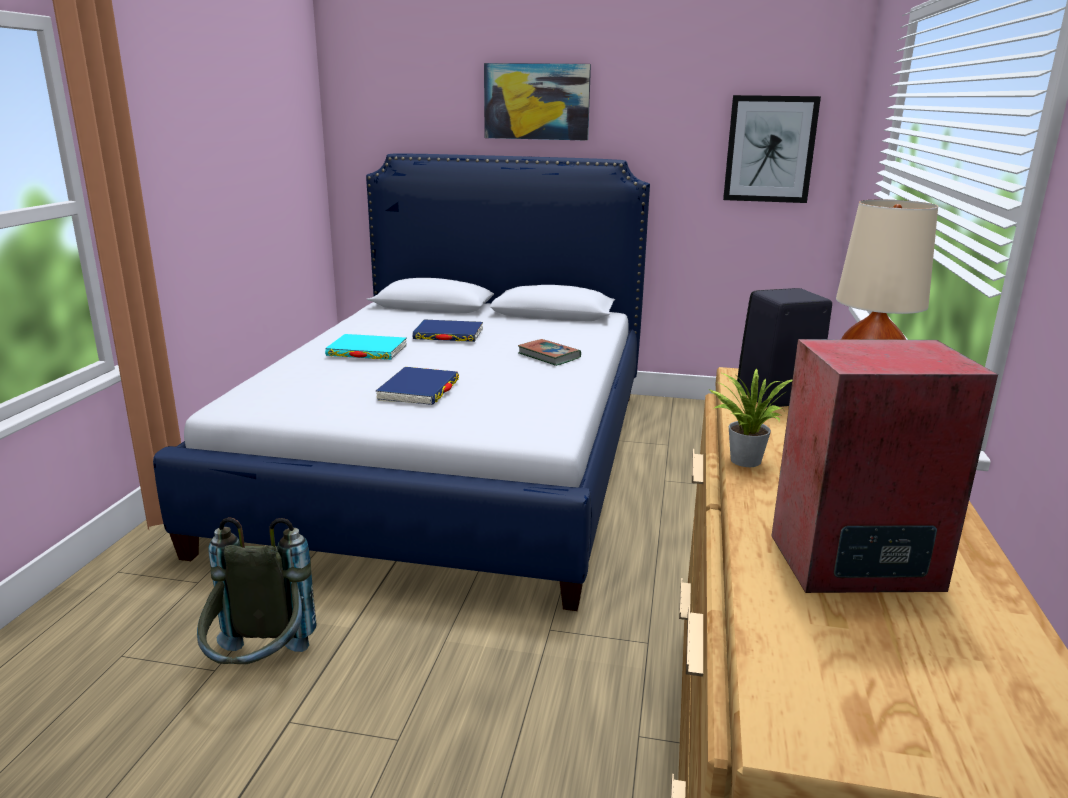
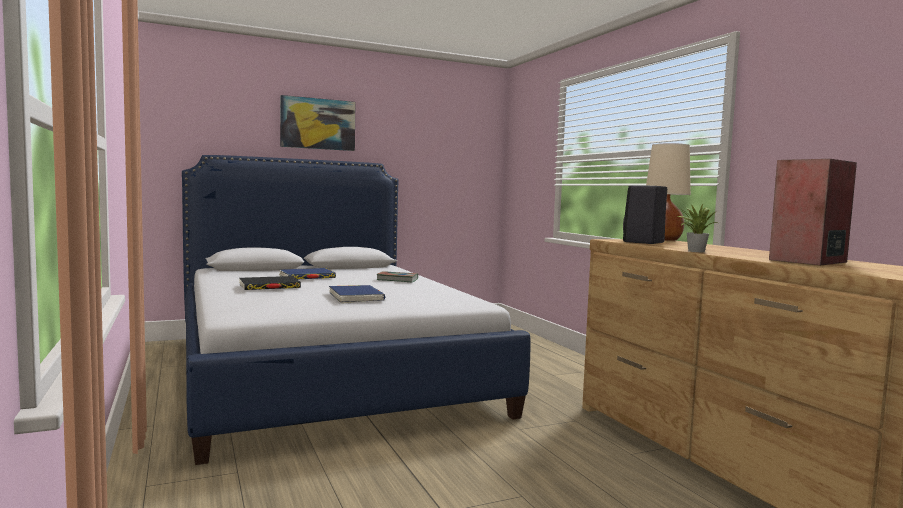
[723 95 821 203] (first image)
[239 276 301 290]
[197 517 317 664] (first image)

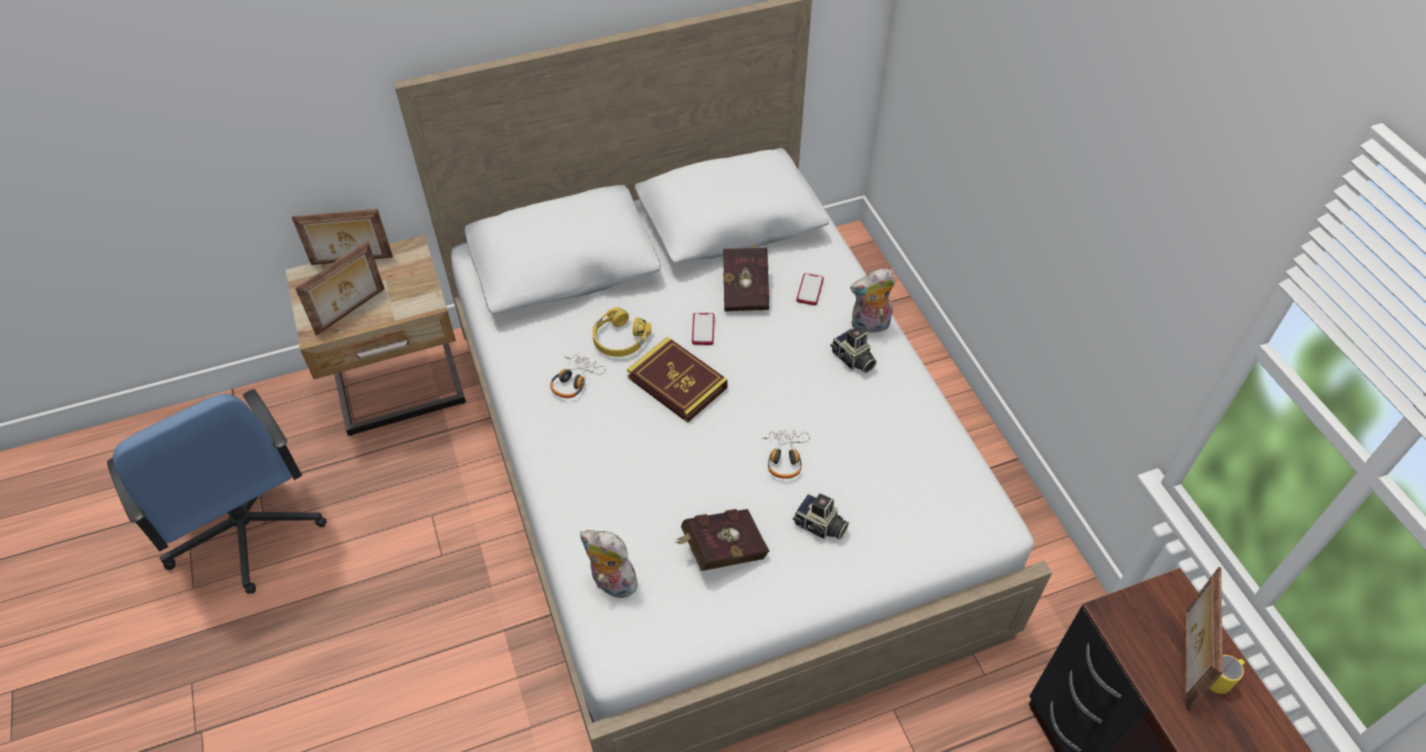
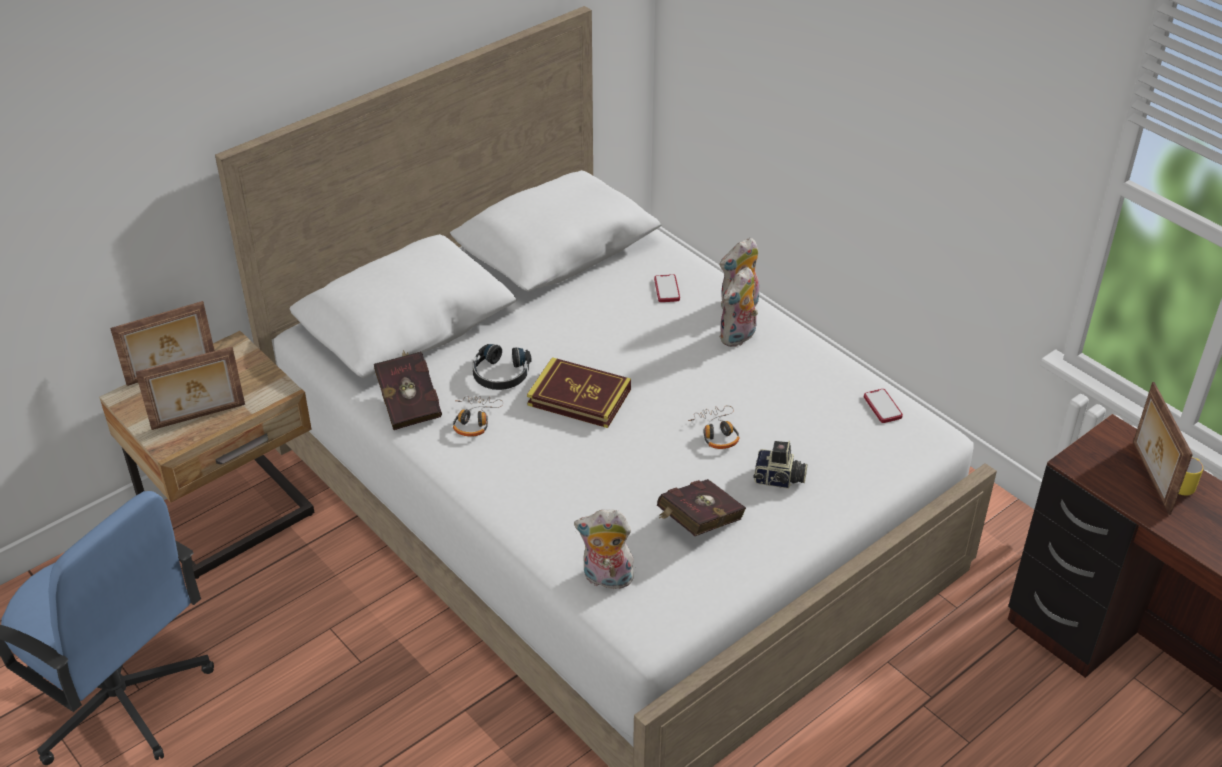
[136 347 245 430]
[374 350 442 430]
[472 344 532 390]
[864 389 903 423]
[719 267 758 347]

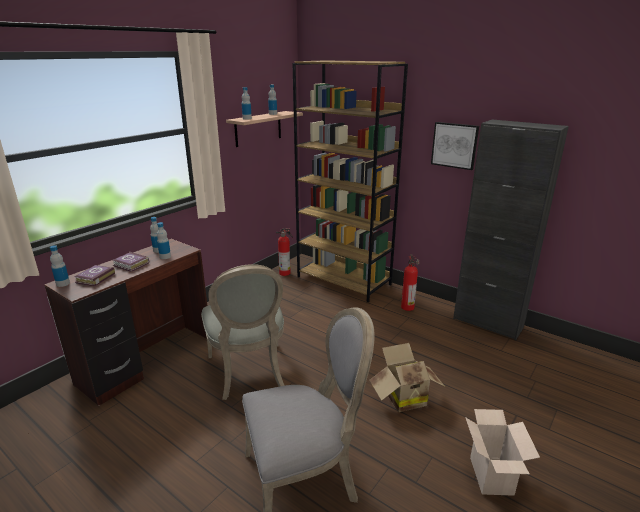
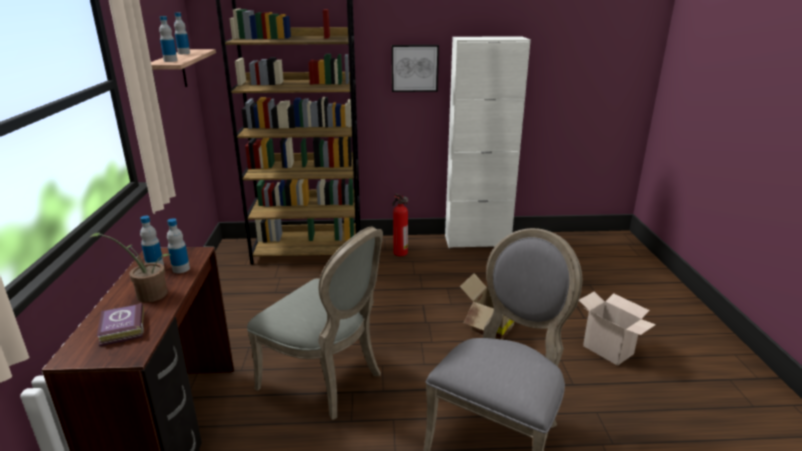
[445 36 531 248]
[276 228 293 276] (first image)
[50 245 70 287] (first image)
[90 233 171 302]

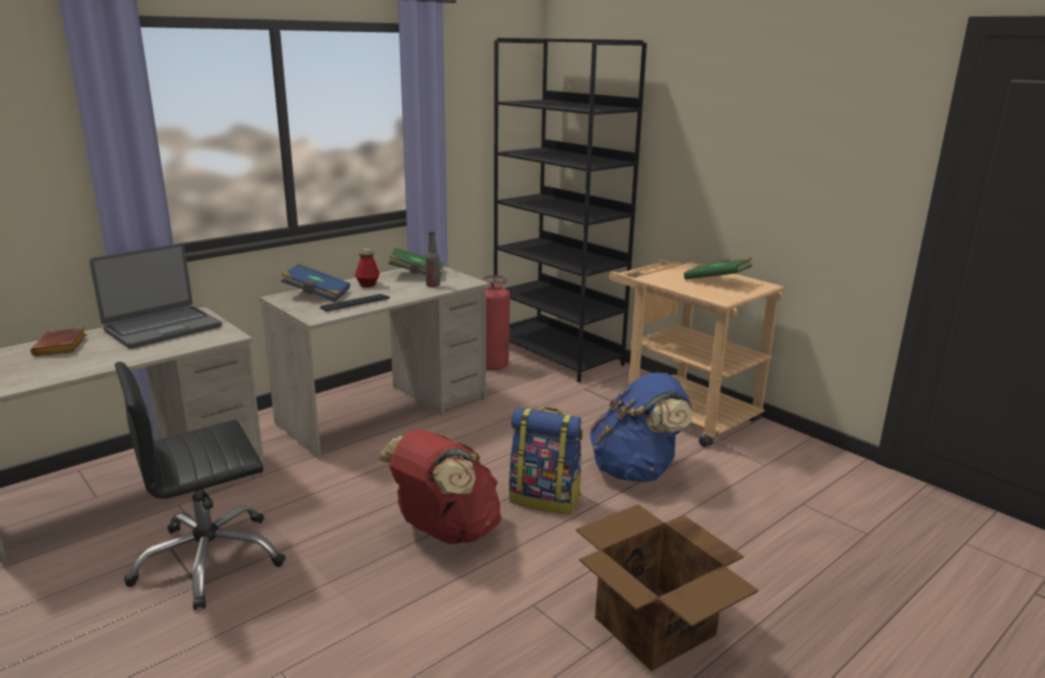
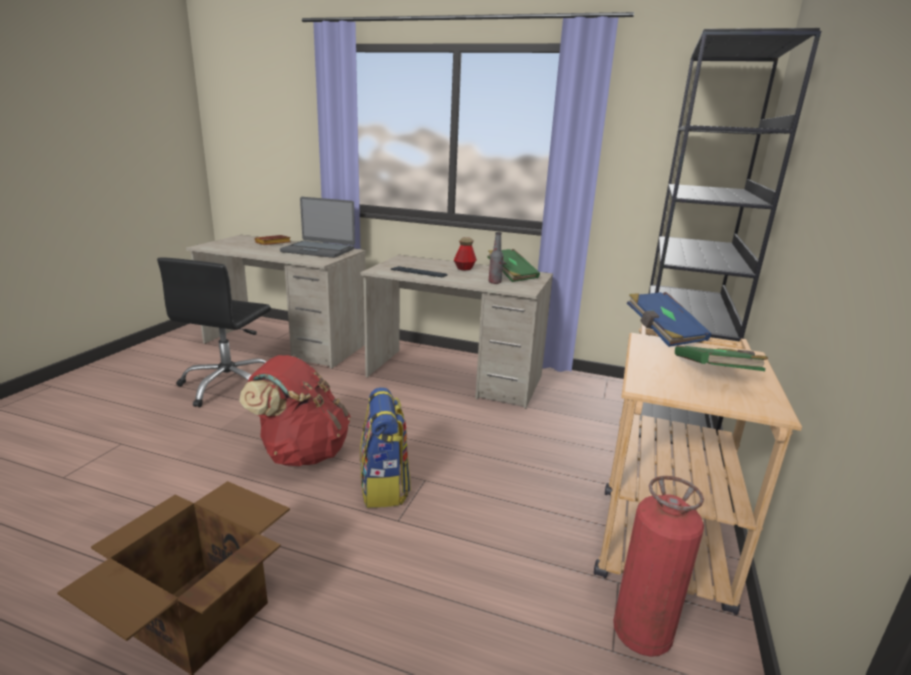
[627 292 711 347]
[613 476 704 657]
[157 257 271 407]
[590 372 692 482] (first image)

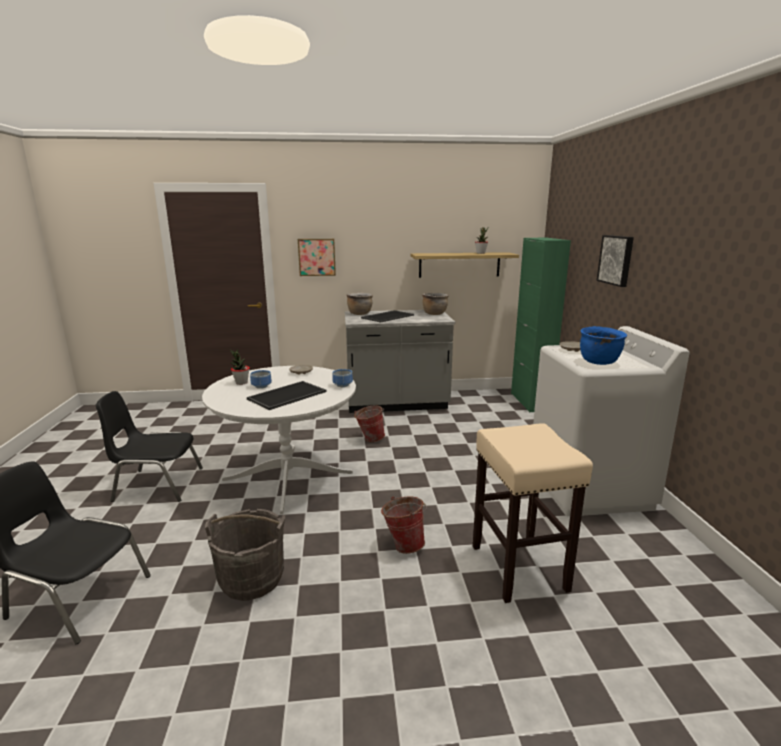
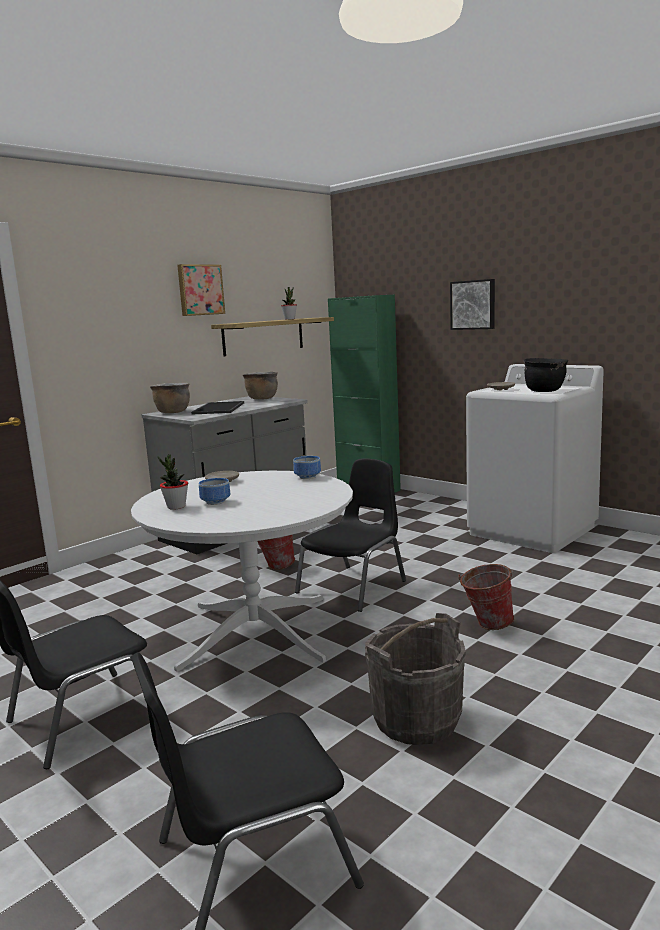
[177 264 225 316]
[523 358 568 392]
[247 381 326 410] (first image)
[473 423 593 603] (first image)
[295 459 406 612]

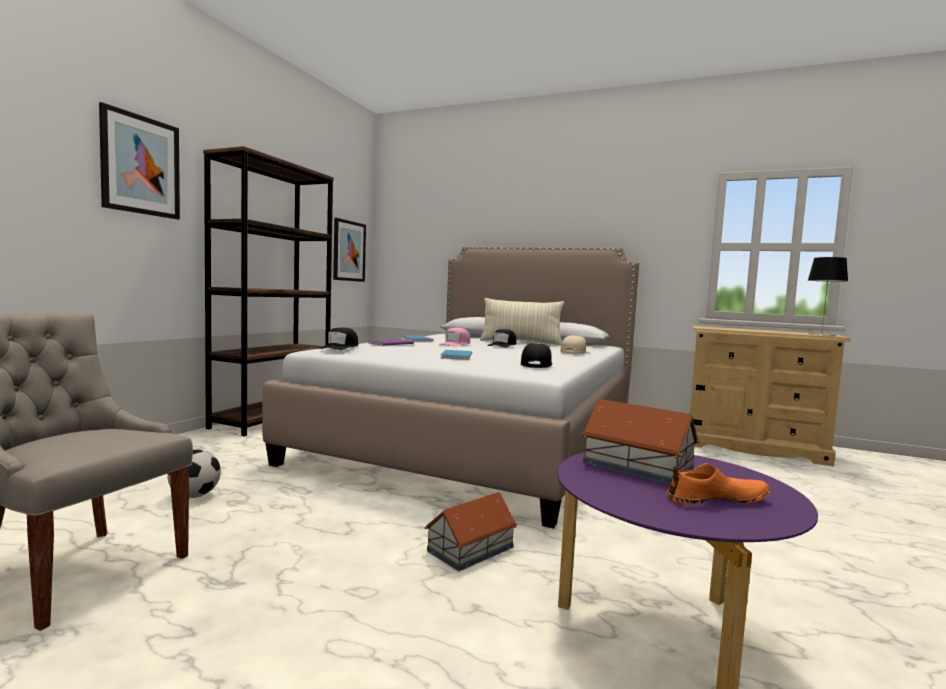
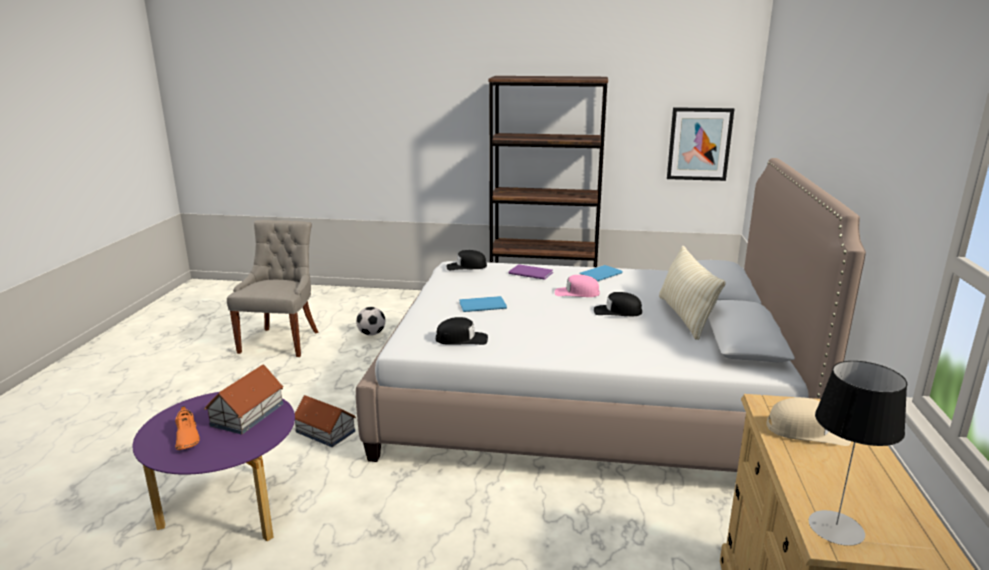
[99 102 180 219] (first image)
[766 397 851 446]

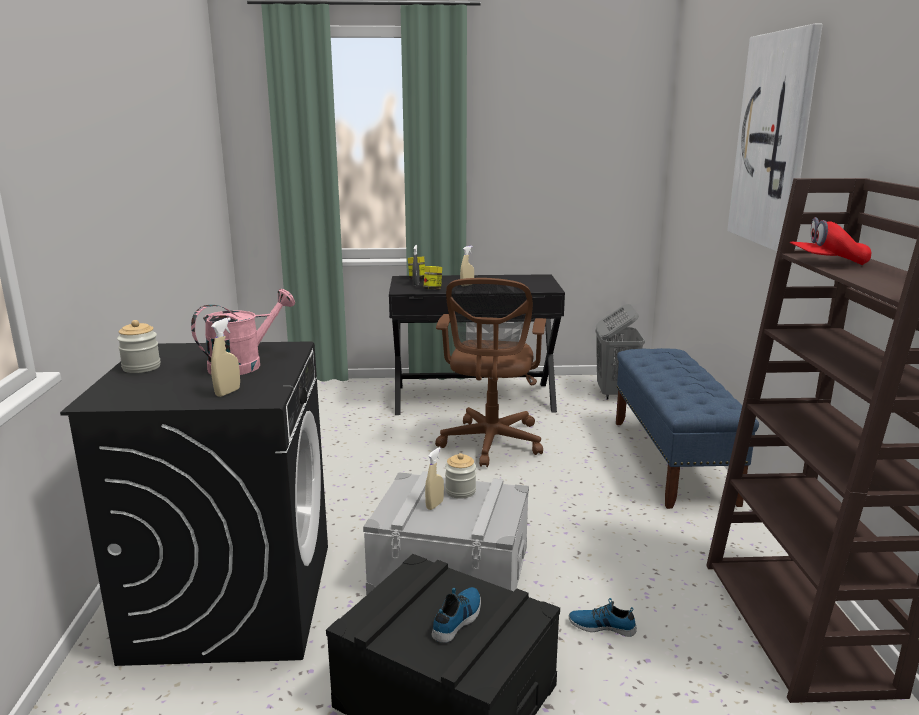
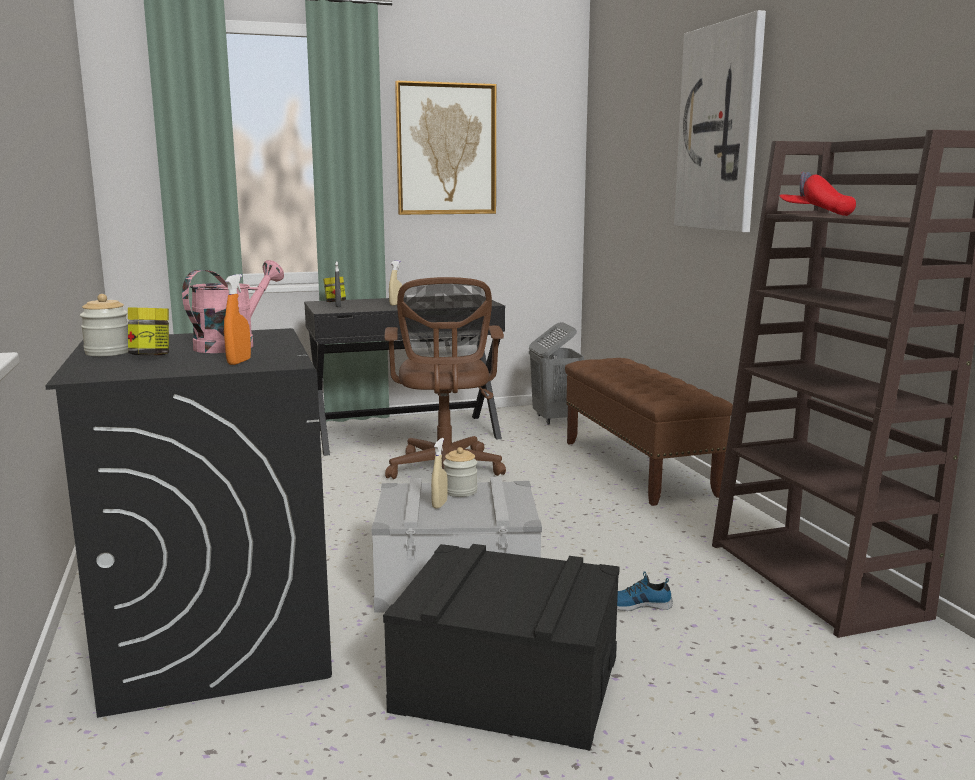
[779 172 856 216]
[128 308 169 355]
[224 274 251 365]
[565 358 733 506]
[432 587 481 643] (first image)
[395 81 496 215]

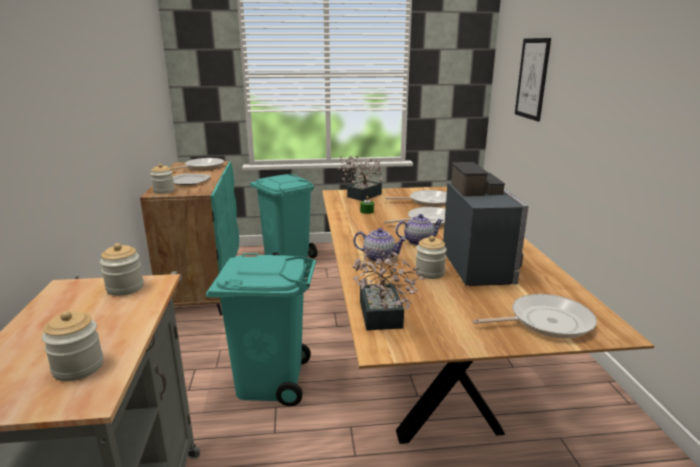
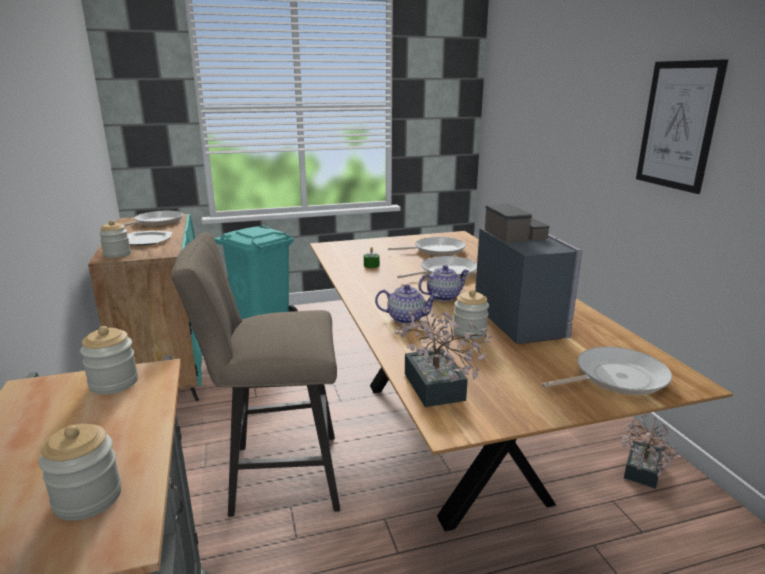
[636 59 728 194]
[621 415 681 489]
[172 232 340 517]

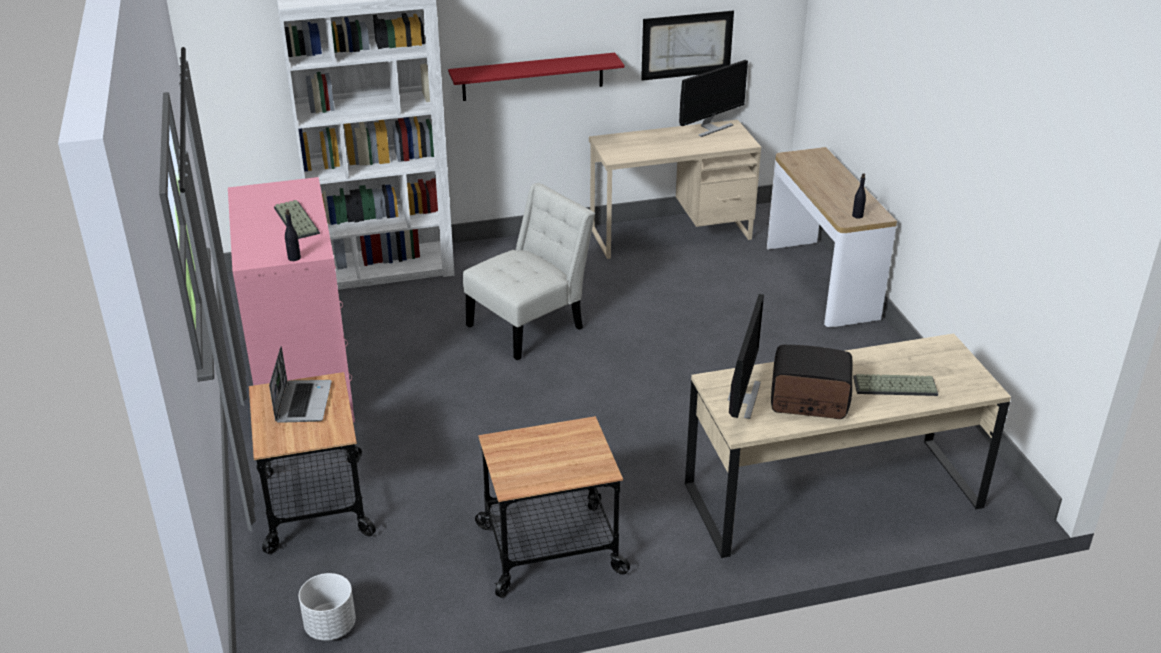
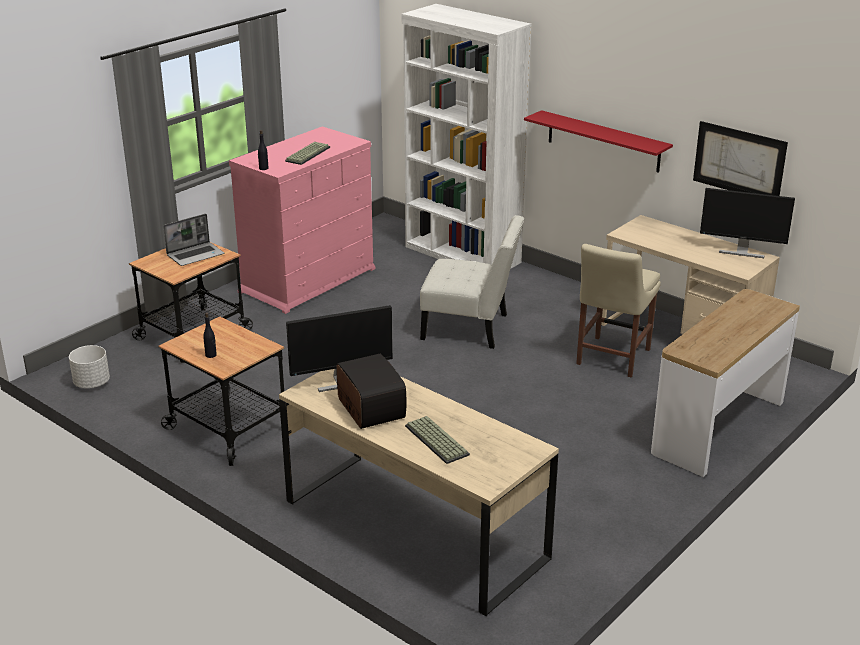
[203 313 217 358]
[576 244 661 378]

